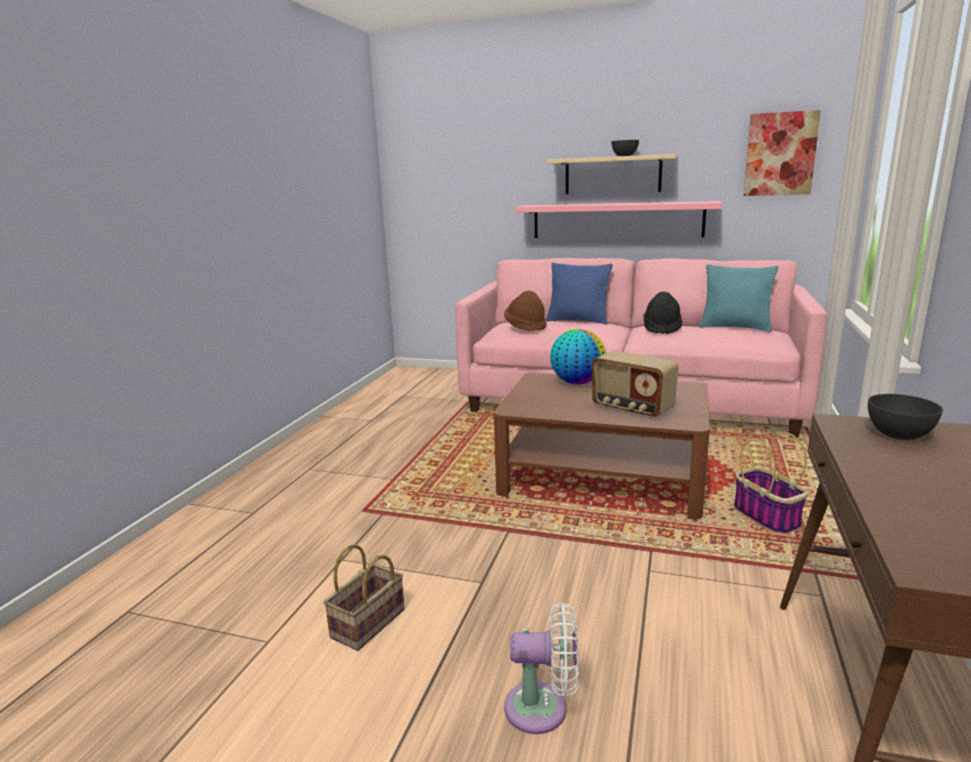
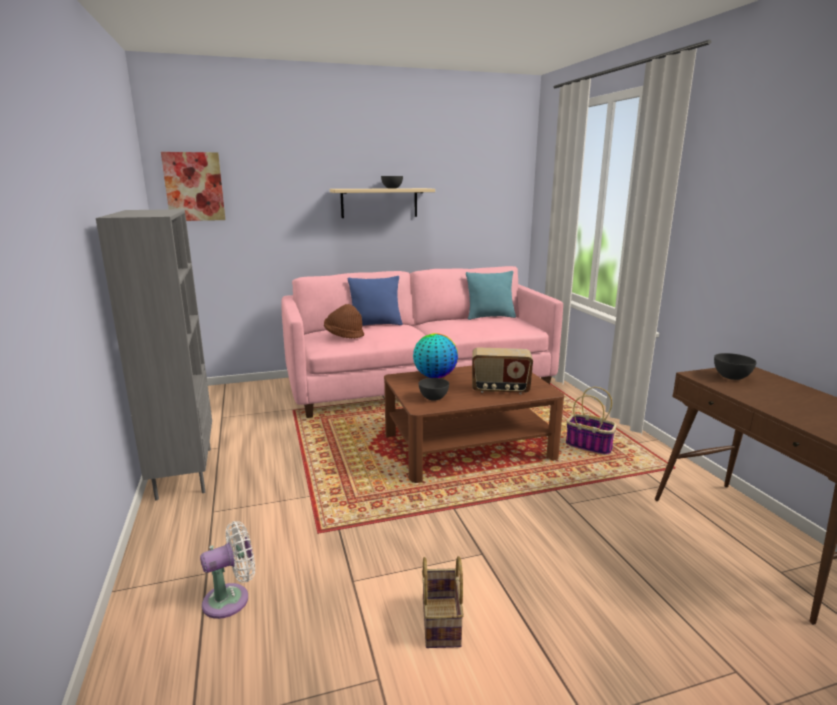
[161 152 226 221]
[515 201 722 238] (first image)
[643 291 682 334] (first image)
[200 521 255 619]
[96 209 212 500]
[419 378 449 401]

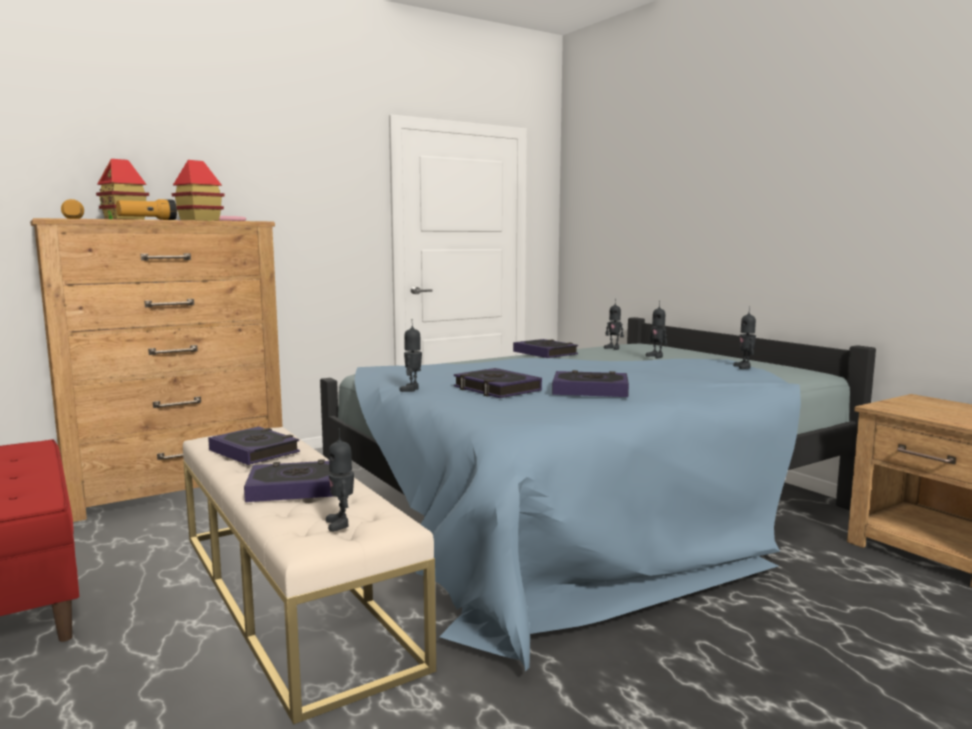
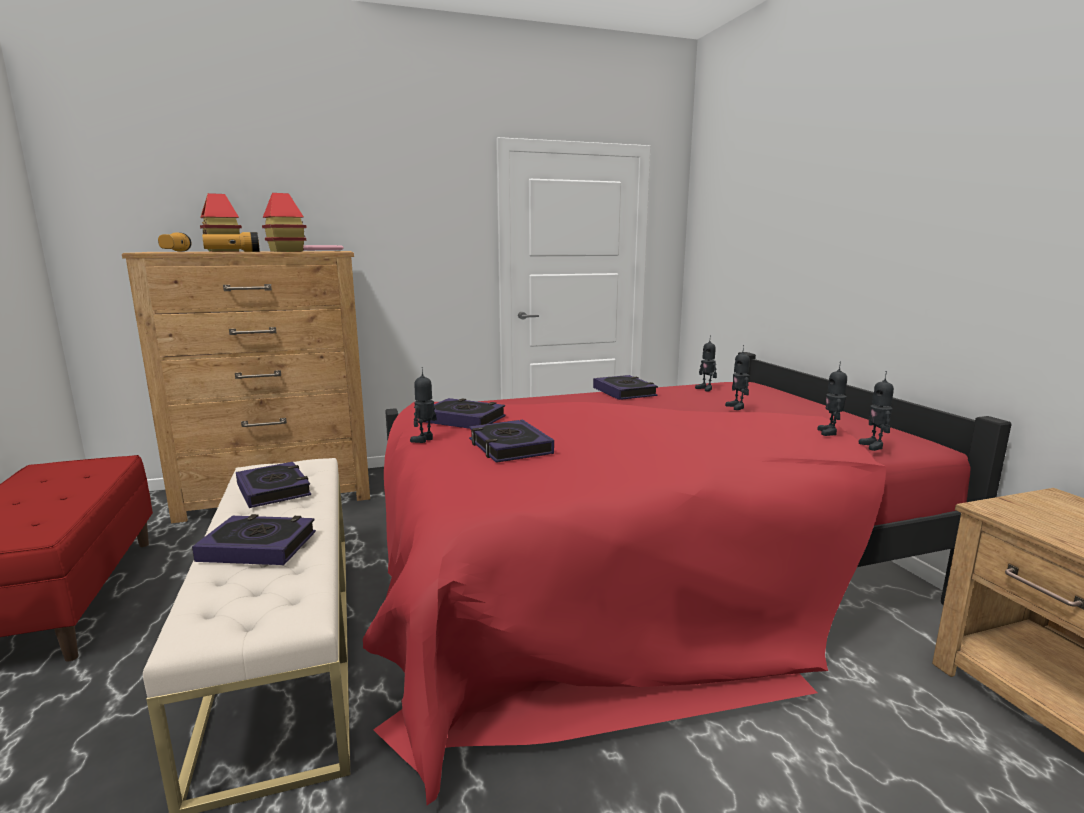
[363 352 1012 805]
[425 398 505 428]
[859 371 894 451]

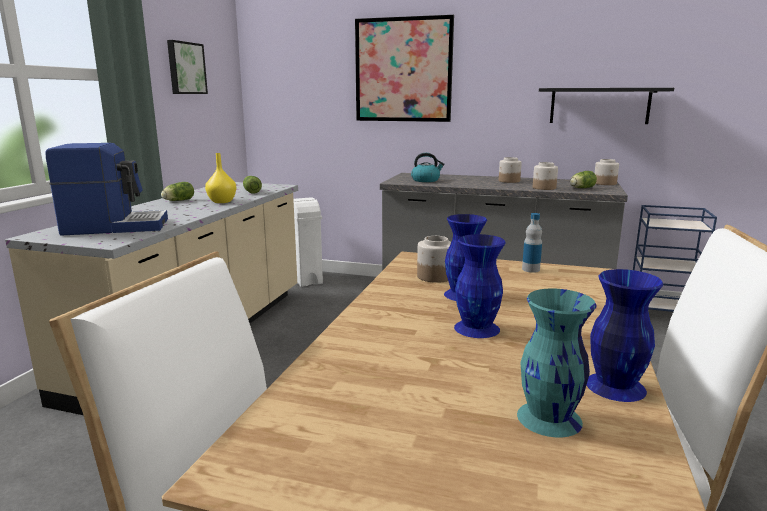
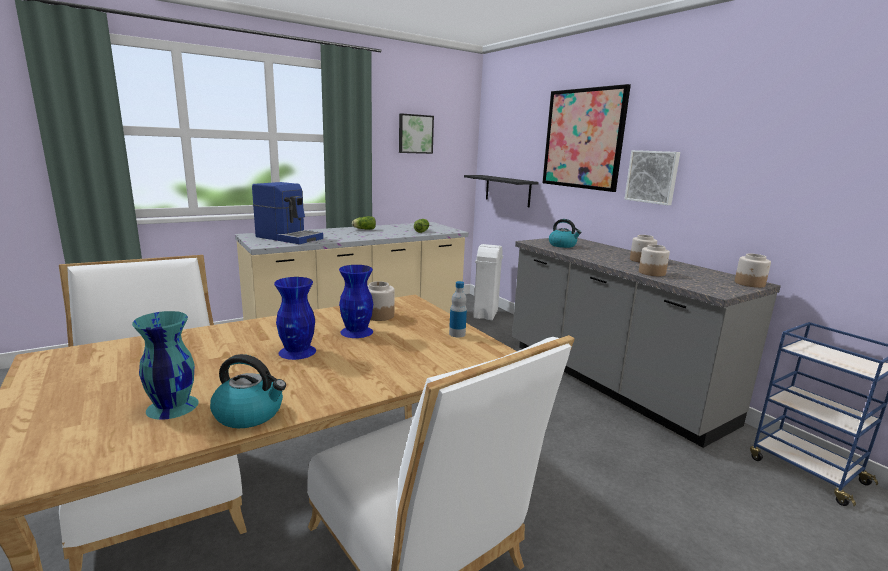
[464 175 539 207]
[205 153 236 203] (first image)
[570 171 597 188] (first image)
[210 354 286 428]
[625 150 680 205]

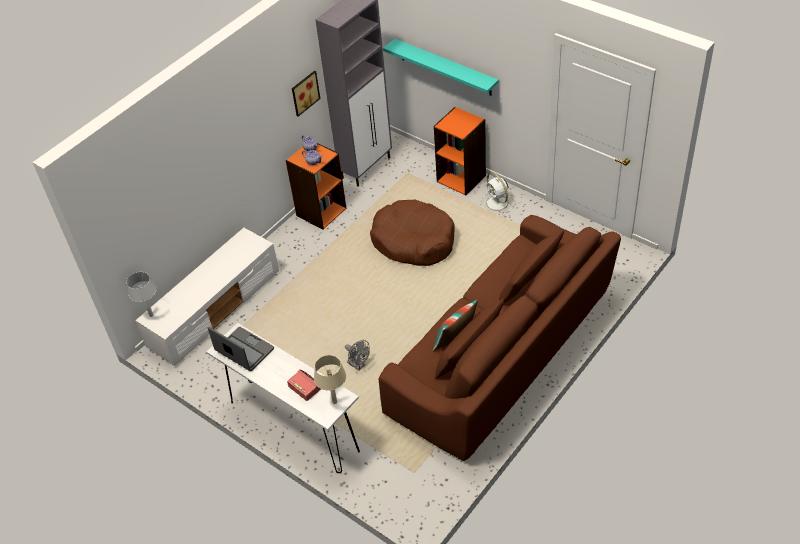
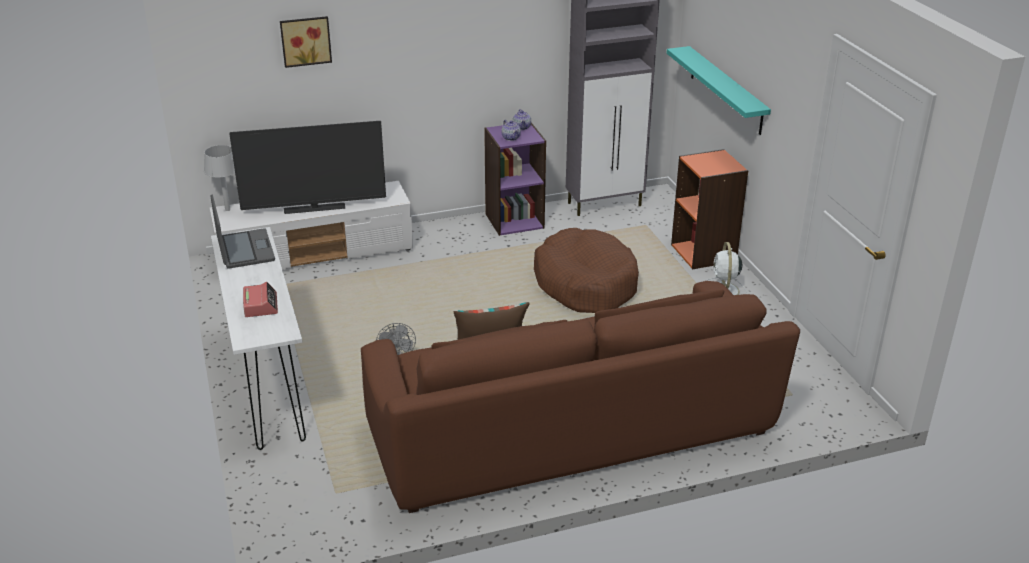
[280 16 332 68]
[484 123 546 236]
[314 355 346 404] (first image)
[229 121 386 214]

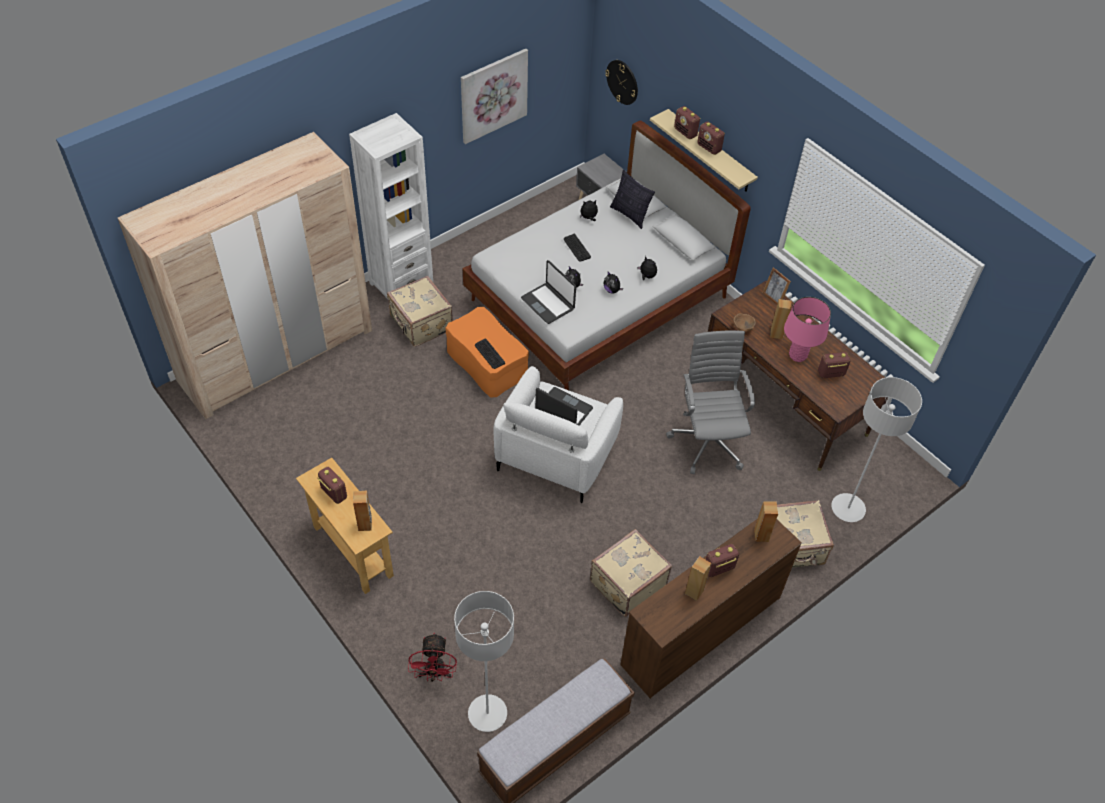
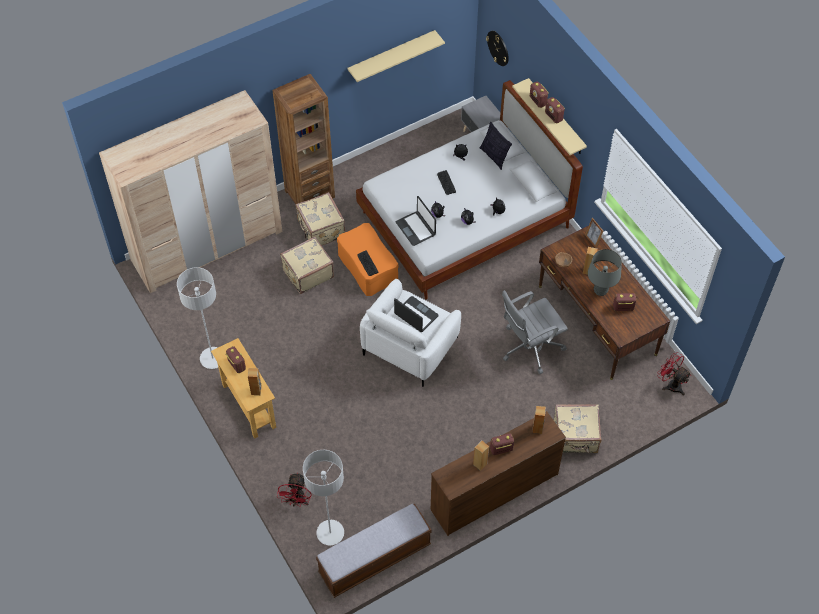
[347 30 445 82]
[272 74 335 204]
[588 249 622 296]
[502 290 568 374]
[177 267 218 369]
[280 236 334 294]
[657 352 691 395]

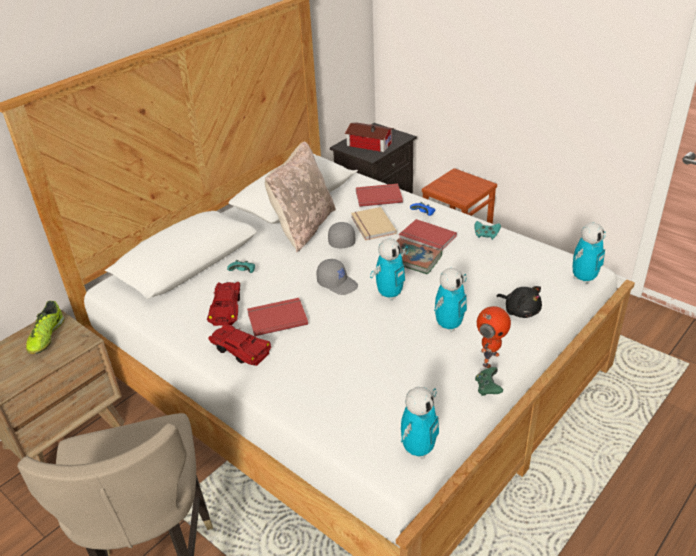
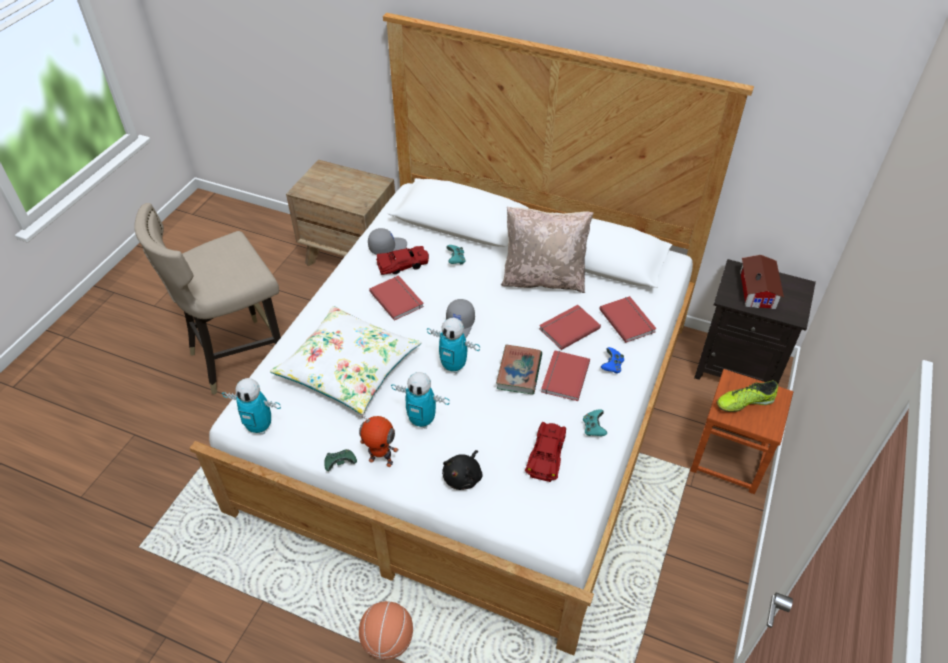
[539 305 601 350]
[368 228 407 255]
[573 223 606 285] (first image)
[717 380 778 412]
[525 422 566 482]
[270 306 421 415]
[359 601 413 660]

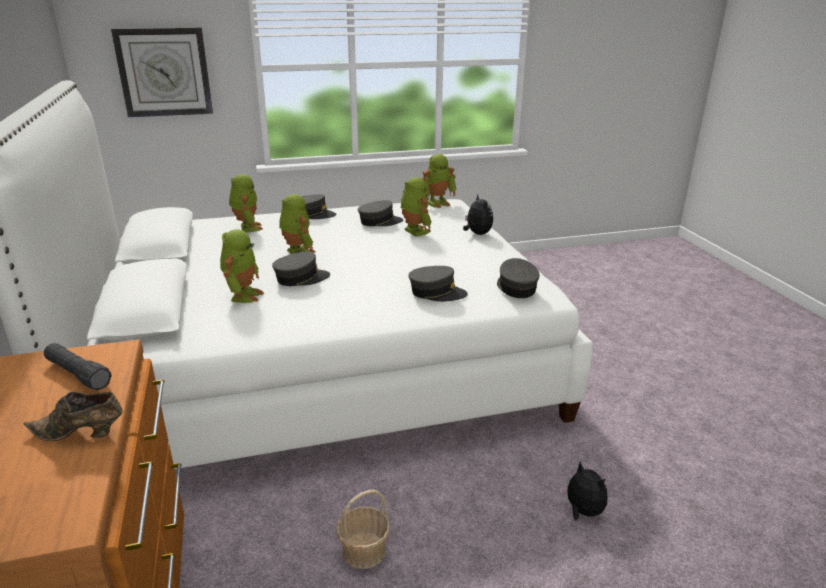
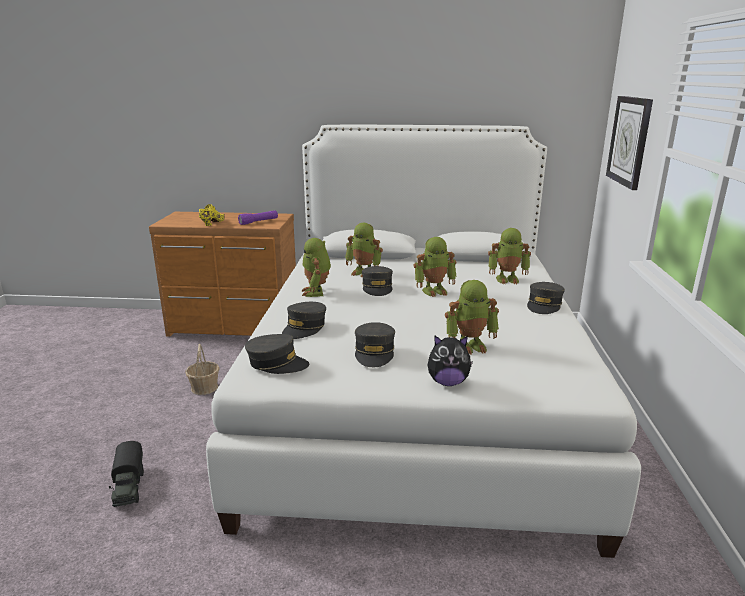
[302 238 331 297]
[355 322 395 367]
[238 210 278 225]
[199 204 225 226]
[109 441 144 507]

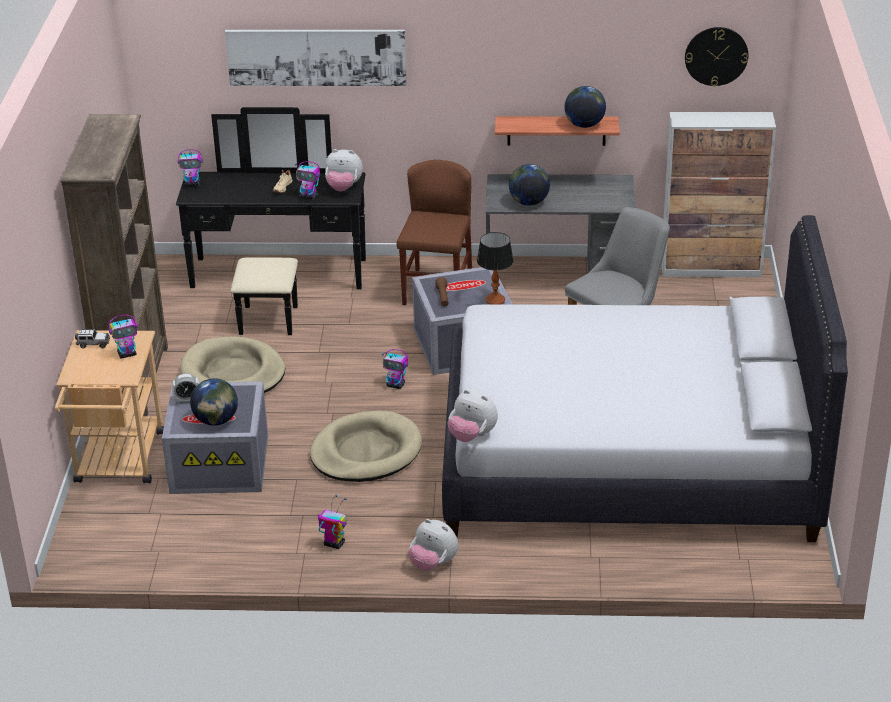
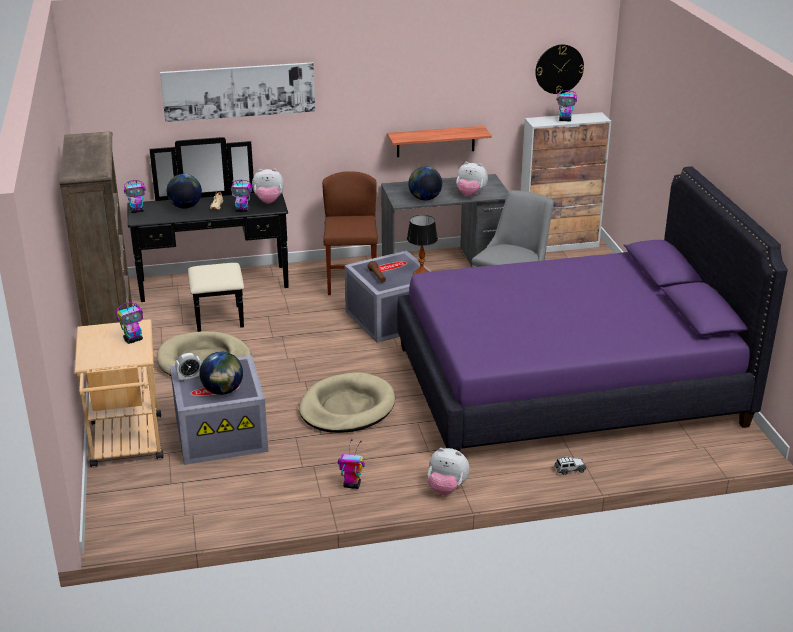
[167 174 202 209]
[397 166 788 452]
[554 456 586 475]
[557 89 577 121]
[456 161 488 196]

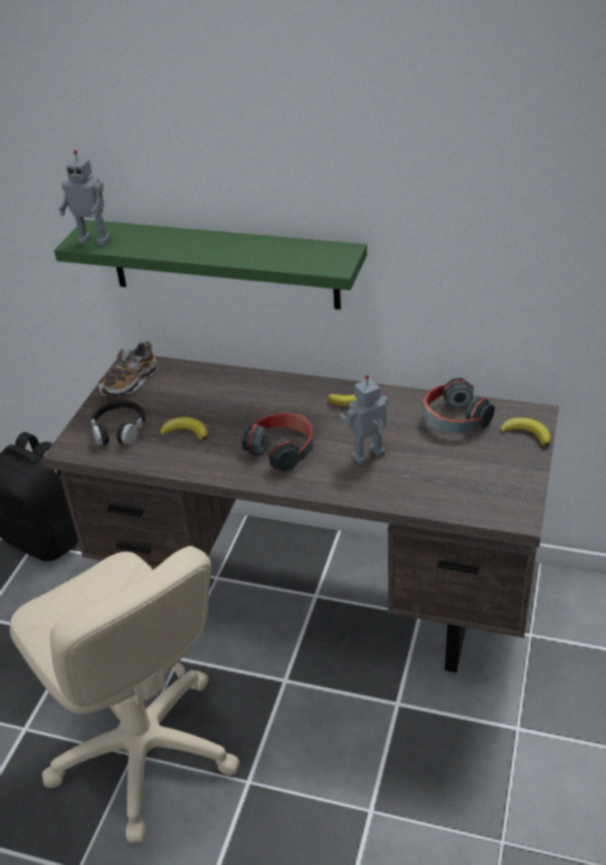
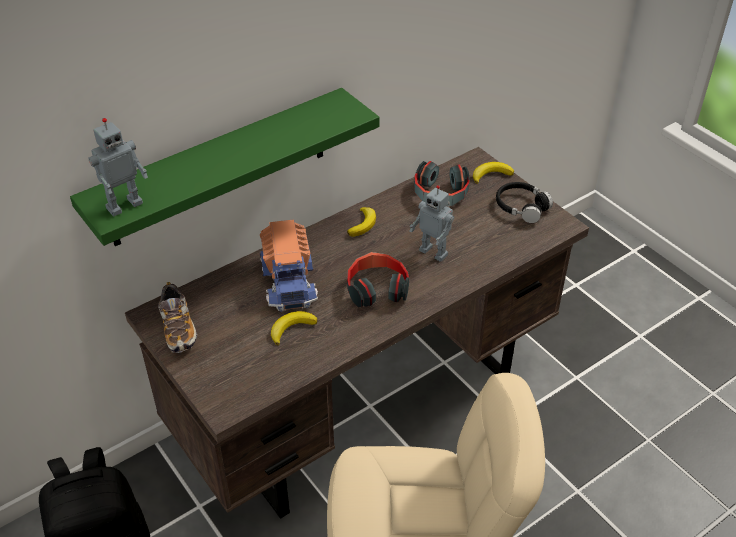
[410 185 454 262]
[496 182 553 223]
[260 220 318 312]

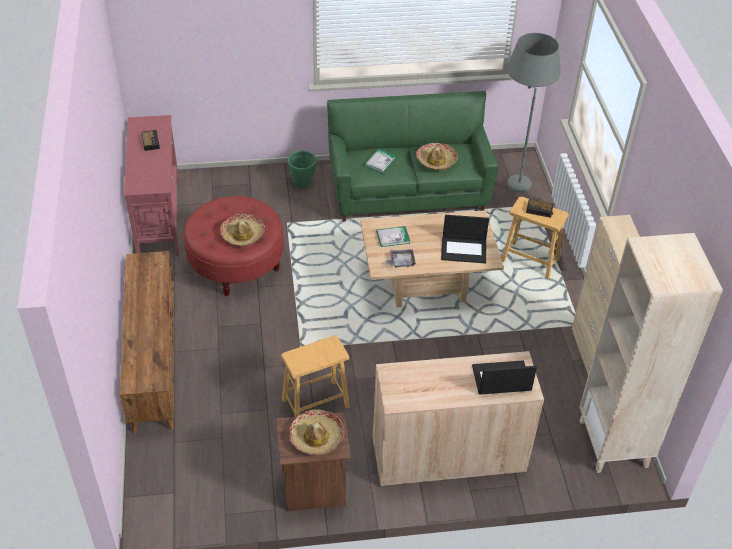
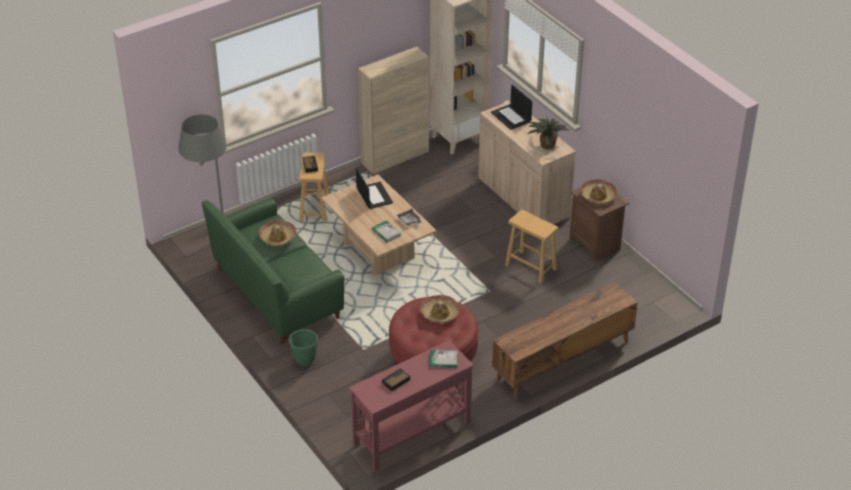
[429 350 458 368]
[528 118 570 150]

